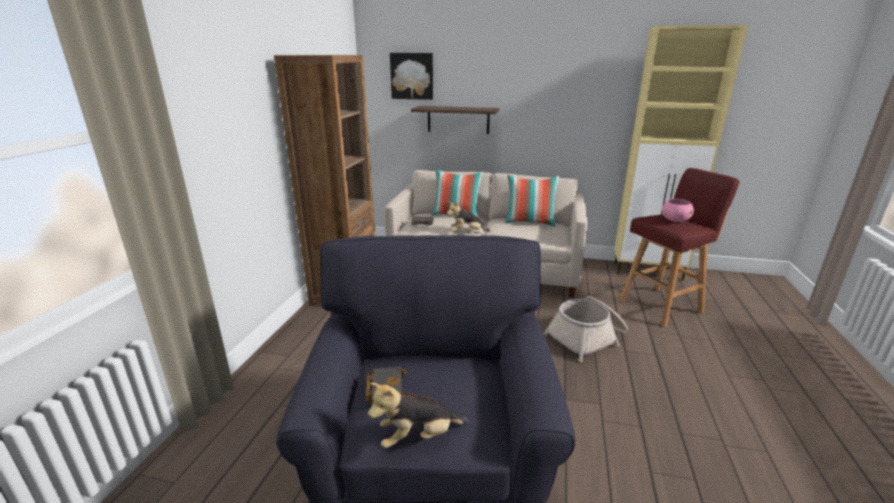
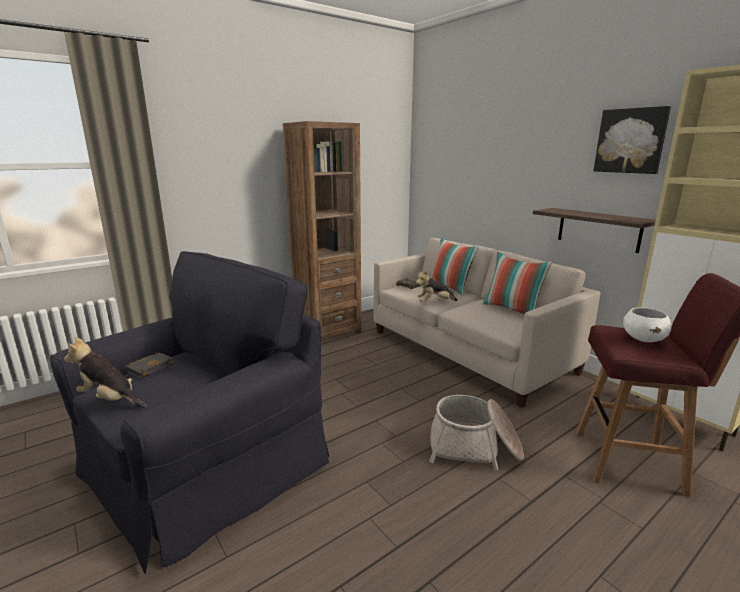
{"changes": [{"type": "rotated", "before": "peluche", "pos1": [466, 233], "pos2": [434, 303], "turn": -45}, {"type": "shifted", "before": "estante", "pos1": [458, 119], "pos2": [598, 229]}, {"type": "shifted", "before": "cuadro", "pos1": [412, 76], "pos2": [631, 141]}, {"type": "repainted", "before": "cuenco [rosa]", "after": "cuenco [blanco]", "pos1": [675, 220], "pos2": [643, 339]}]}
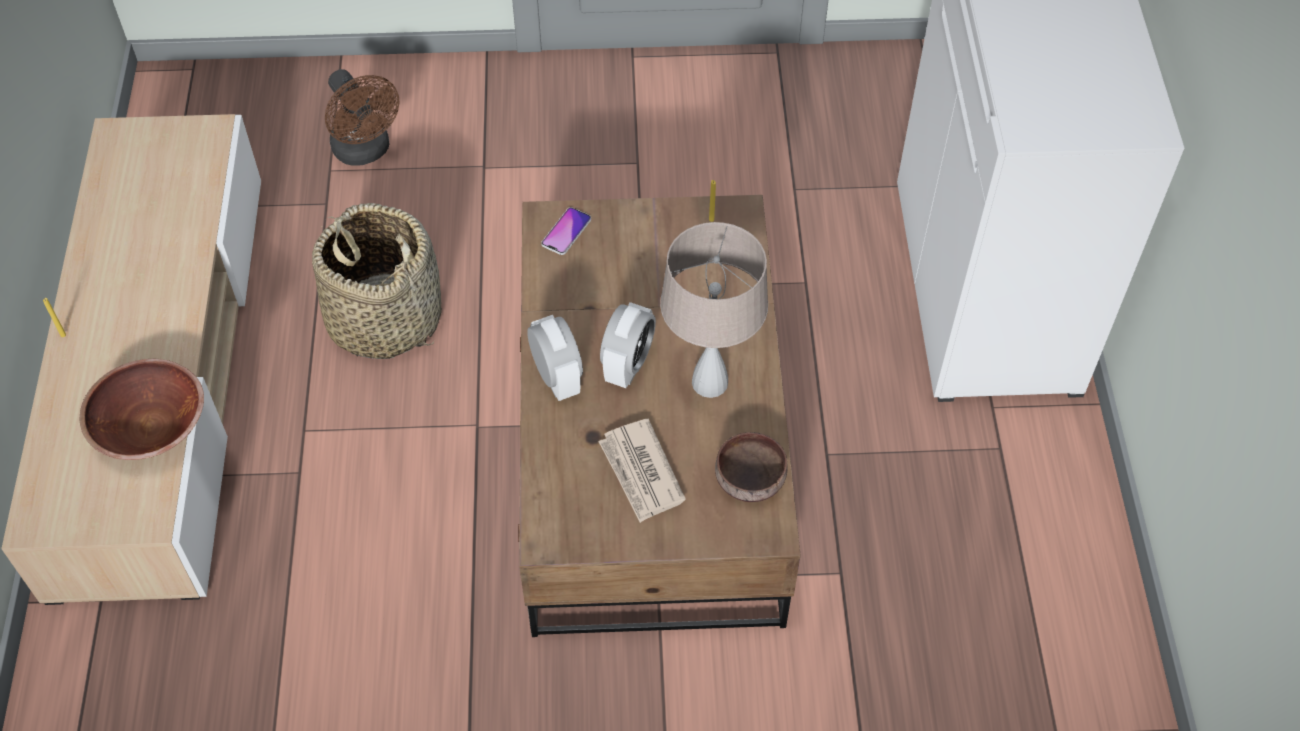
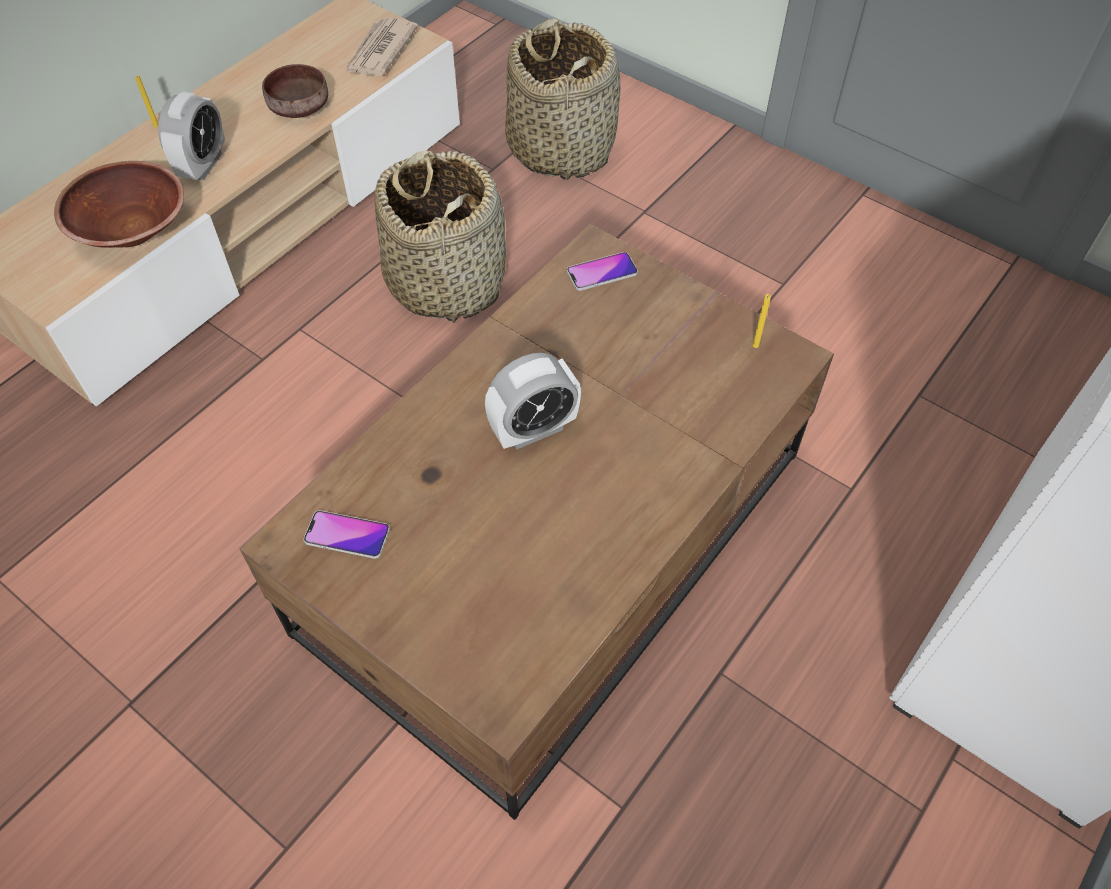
{"changes": [{"type": "shifted", "before": "despertador", "pos1": [557, 378], "pos2": [203, 165]}, {"type": "shifted", "before": "cuenco [marrón]", "pos1": [749, 477], "pos2": [300, 106]}, {"type": "new", "after": "móvil", "pos2": [347, 535]}, {"type": "shifted", "before": "periódico", "pos1": [641, 473], "pos2": [380, 51]}, {"type": "swapped", "before": "ventilador [marrón]", "after": "cesta", "pos1": [365, 151], "pos2": [561, 148]}, {"type": "gone", "before": "lámpara de mesa [beis]", "pos1": [709, 383]}]}
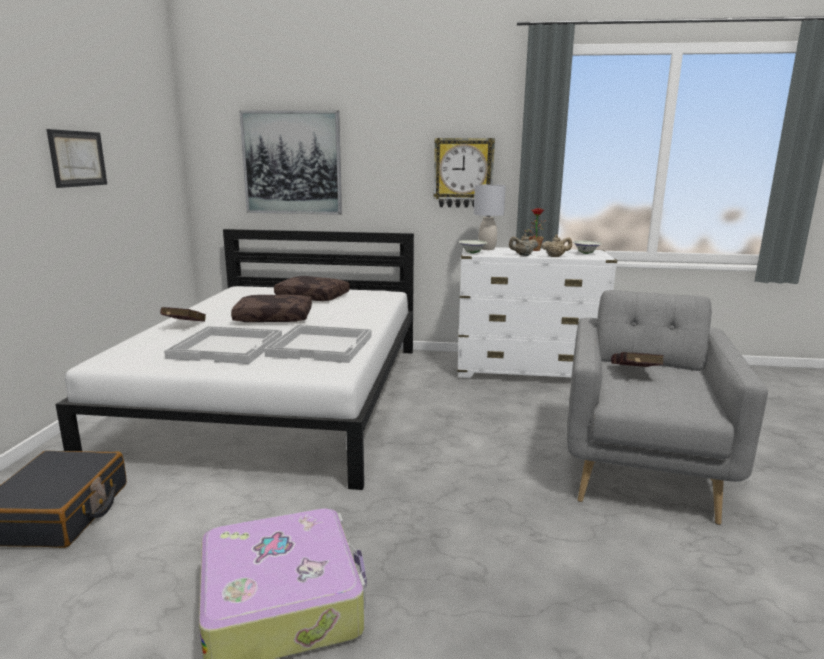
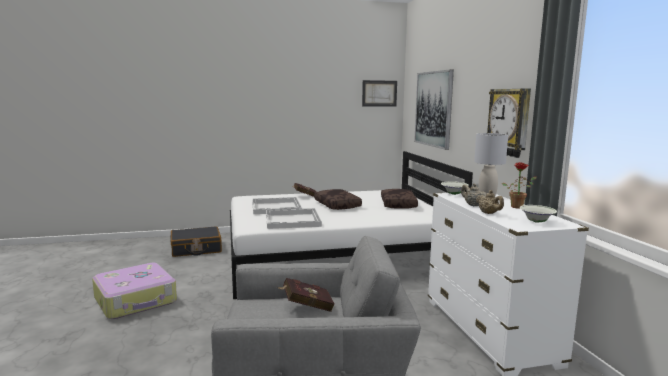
{"changes": [{"type": "shifted", "before": "cuadro", "pos1": [77, 158], "pos2": [379, 93]}]}
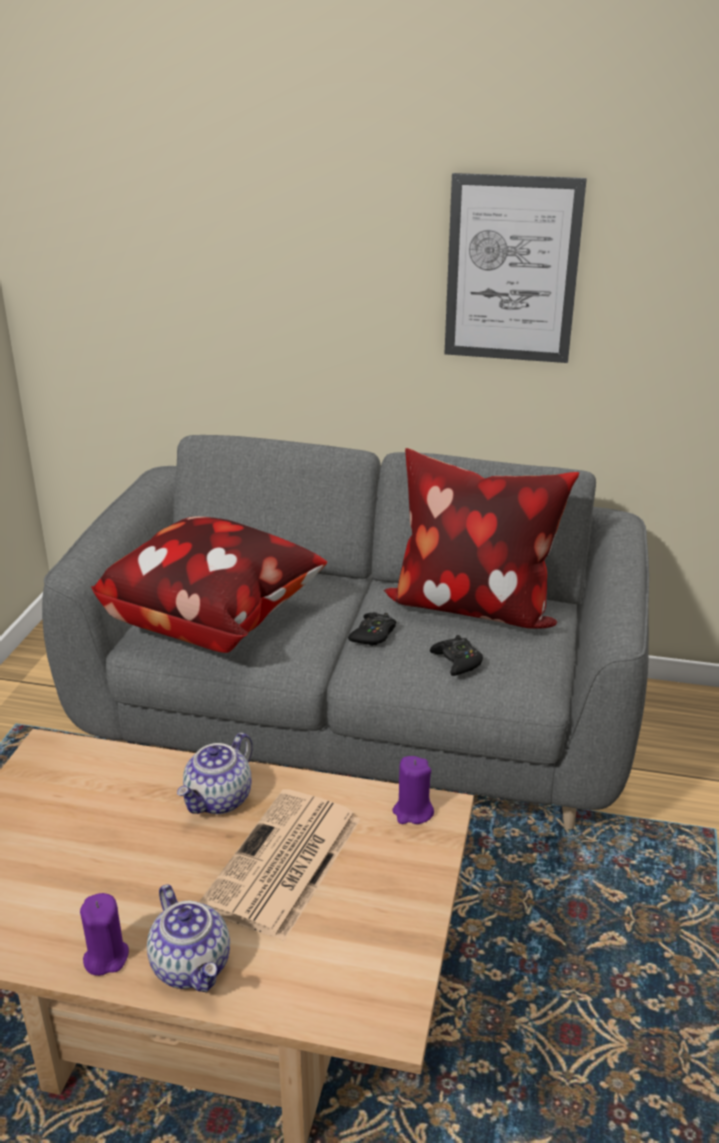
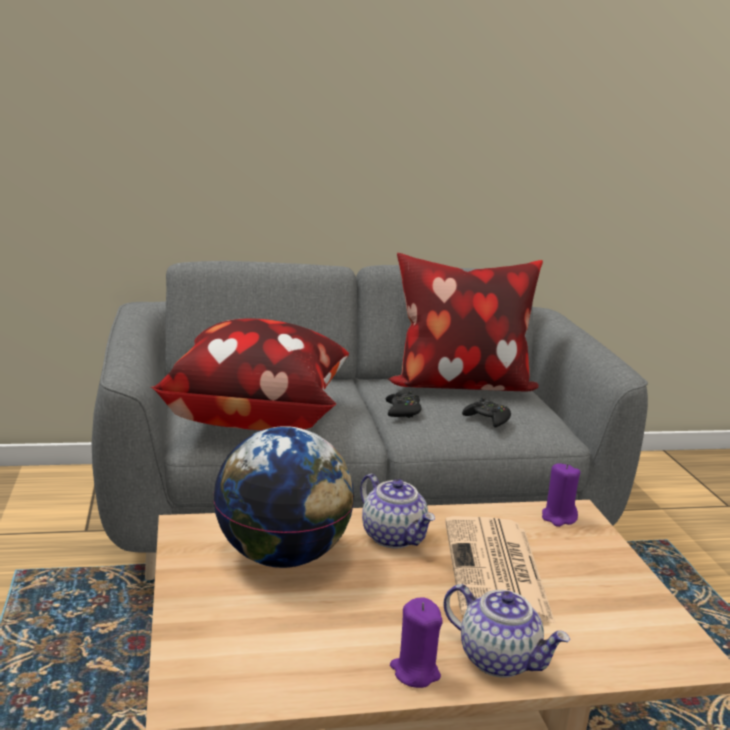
{"changes": [{"type": "new", "after": "globo terráqueo", "pos2": [282, 556]}, {"type": "rotated", "before": "tetera", "pos1": [219, 800], "pos2": [394, 537], "turn": -45}, {"type": "gone", "before": "cuadro", "pos1": [512, 270]}]}
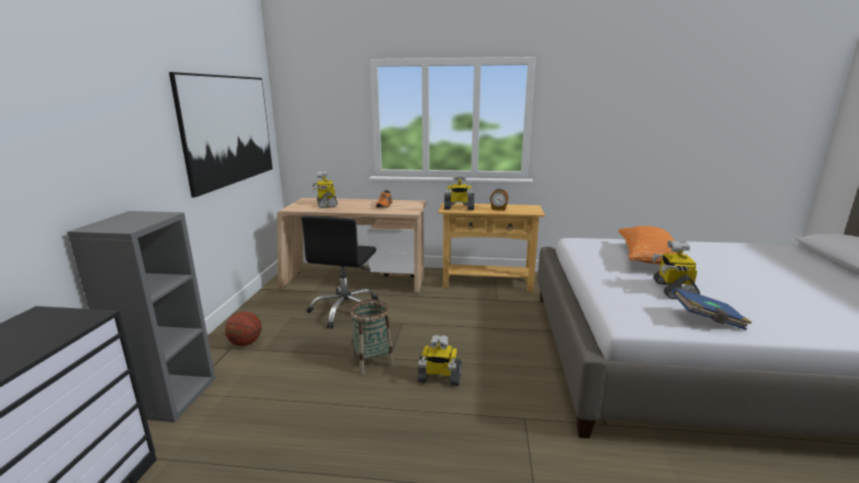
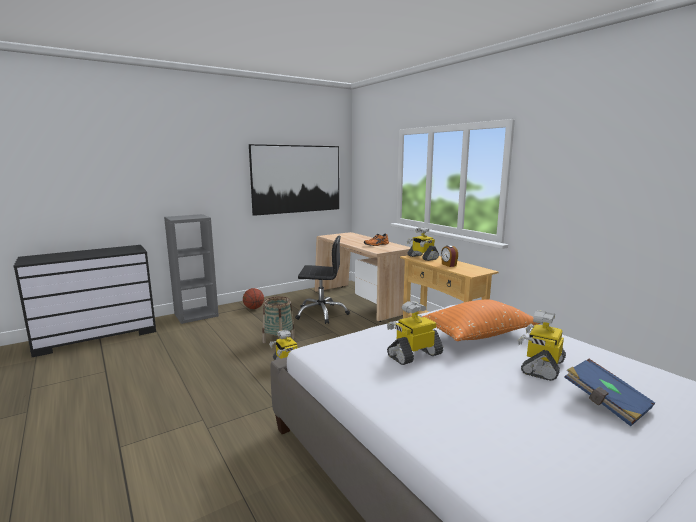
{"changes": [{"type": "rotated", "before": "silla de oficina [negro]", "pos1": [346, 310], "pos2": [321, 313], "turn": -150}, {"type": "shifted", "before": "robot de juguete", "pos1": [326, 204], "pos2": [541, 367]}, {"type": "shifted", "before": "libro [azul]", "pos1": [707, 320], "pos2": [605, 403]}]}
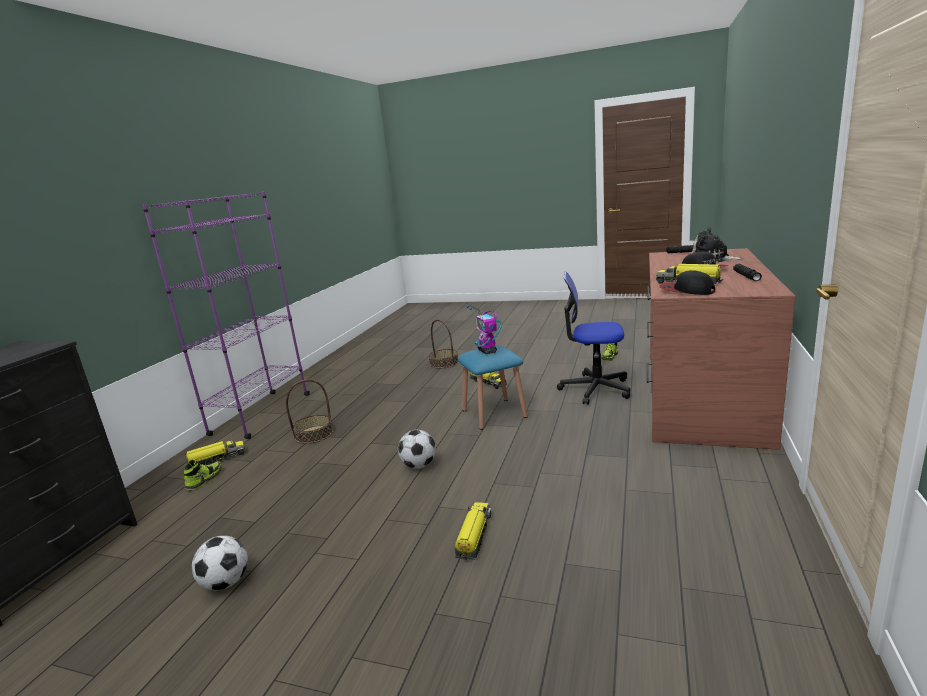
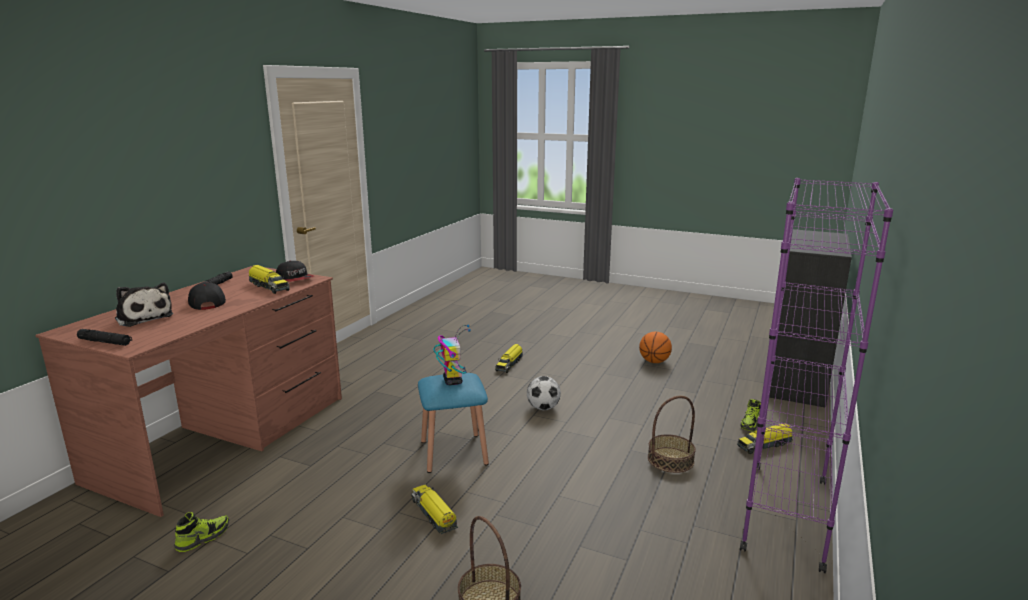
{"changes": [{"type": "swapped", "before": "balón de fútbol", "after": "balón de baloncesto", "pos1": [226, 583], "pos2": [654, 361]}, {"type": "gone", "before": "silla de oficina", "pos1": [595, 389]}]}
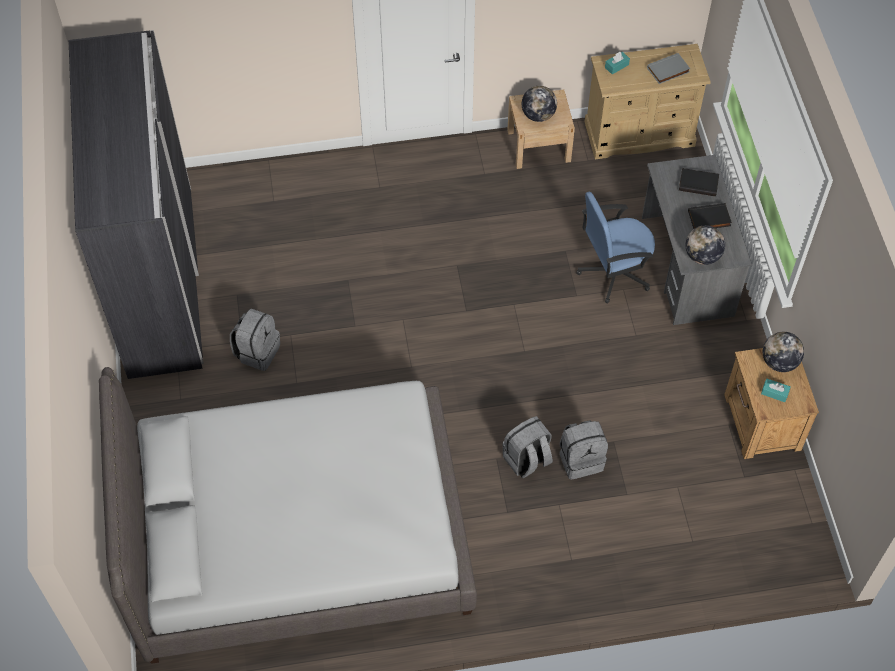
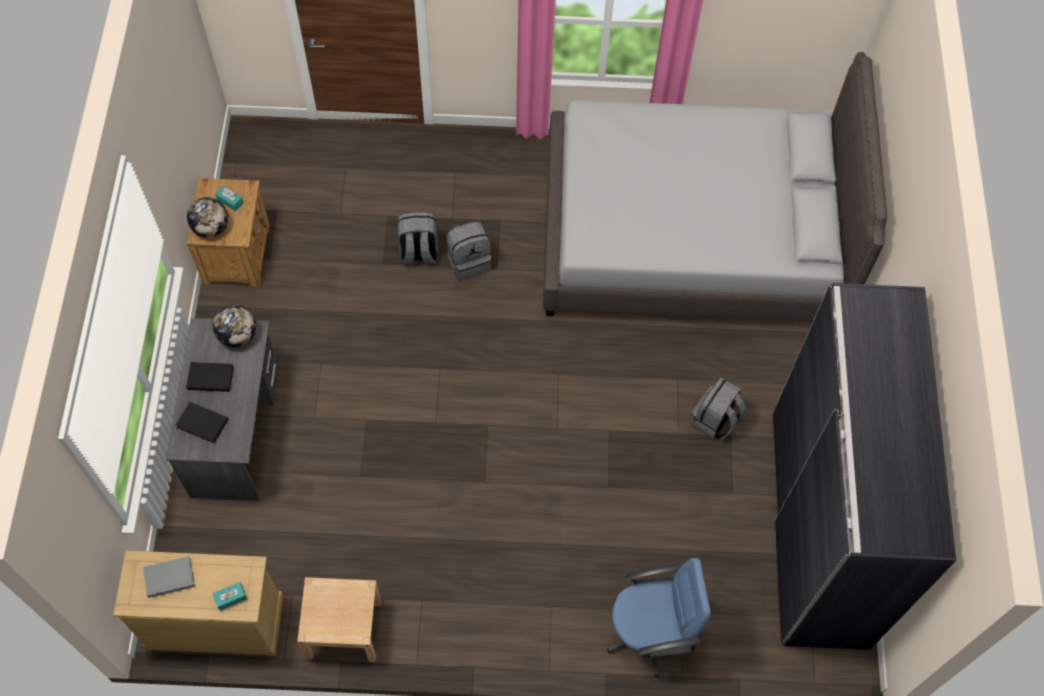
{"changes": [{"type": "shifted", "before": "silla de oficina [azul]", "pos1": [613, 273], "pos2": [649, 633]}, {"type": "gone", "before": "globo terráqueo", "pos1": [538, 115]}]}
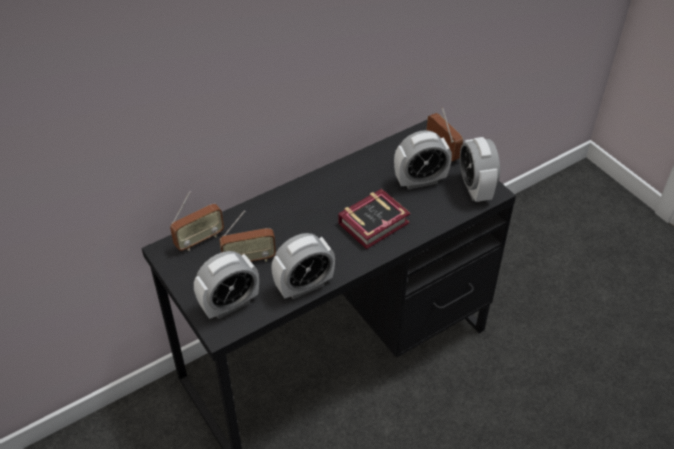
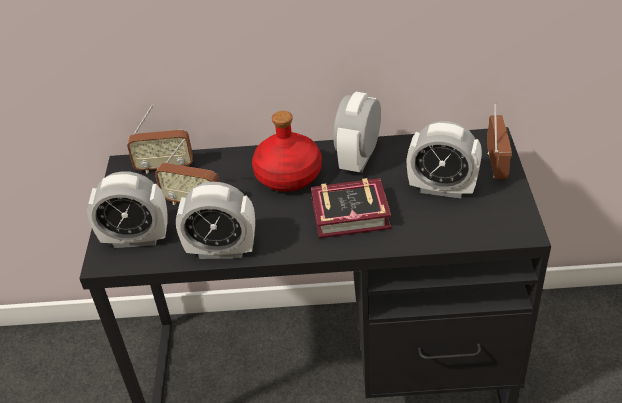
{"changes": [{"type": "new", "after": "botella [rojo]", "pos2": [289, 176]}, {"type": "shifted", "before": "despertador", "pos1": [475, 189], "pos2": [358, 159]}]}
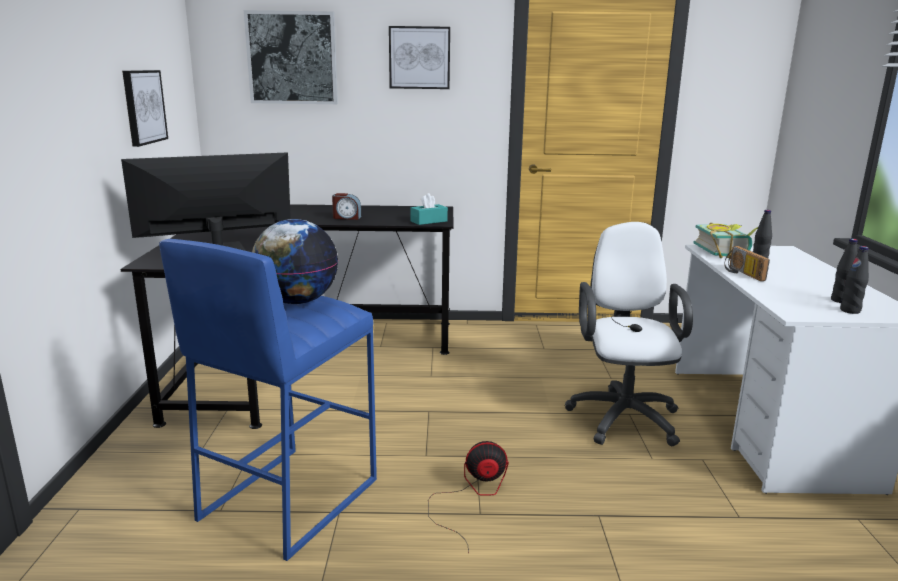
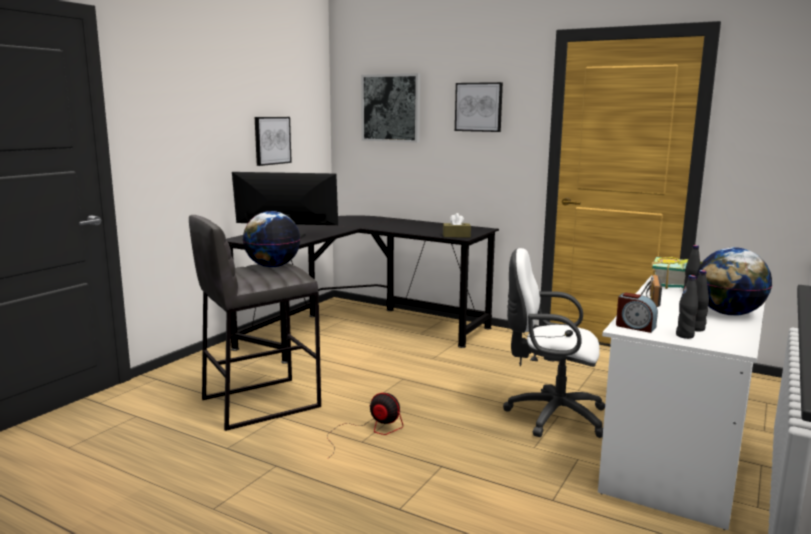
{"changes": [{"type": "repainted", "before": "taburete [azul]", "after": "taburete [gris]", "pos1": [287, 499], "pos2": [259, 402]}, {"type": "repainted", "before": "caja de pañuelos [turquesa]", "after": "caja de pañuelos [marrón]", "pos1": [429, 221], "pos2": [456, 236]}, {"type": "rotated", "before": "silla de oficina [blanco]", "pos1": [623, 415], "pos2": [550, 415], "turn": -105}, {"type": "shifted", "before": "despertador", "pos1": [346, 217], "pos2": [635, 327]}, {"type": "new", "after": "globo terráqueo", "pos2": [728, 314]}]}
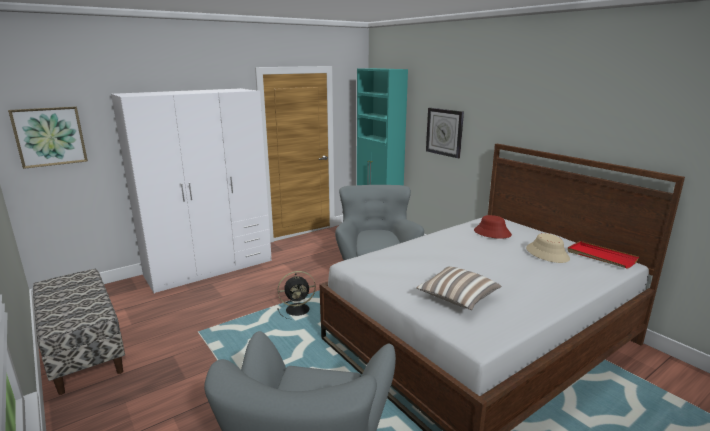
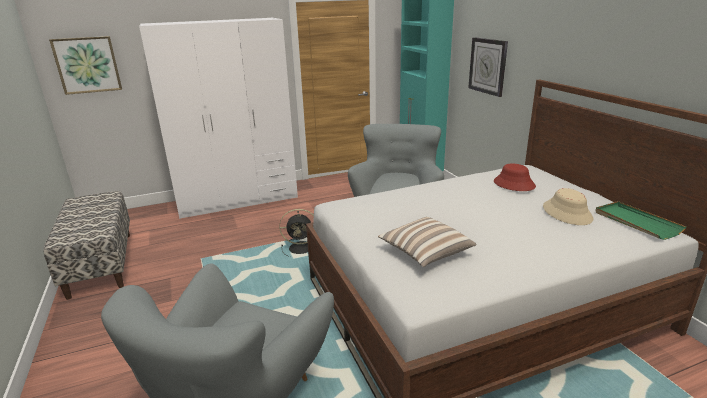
{"changes": [{"type": "repainted", "before": "bandeja [rojo]", "after": "bandeja [verde]", "pos1": [600, 256], "pos2": [636, 222]}]}
